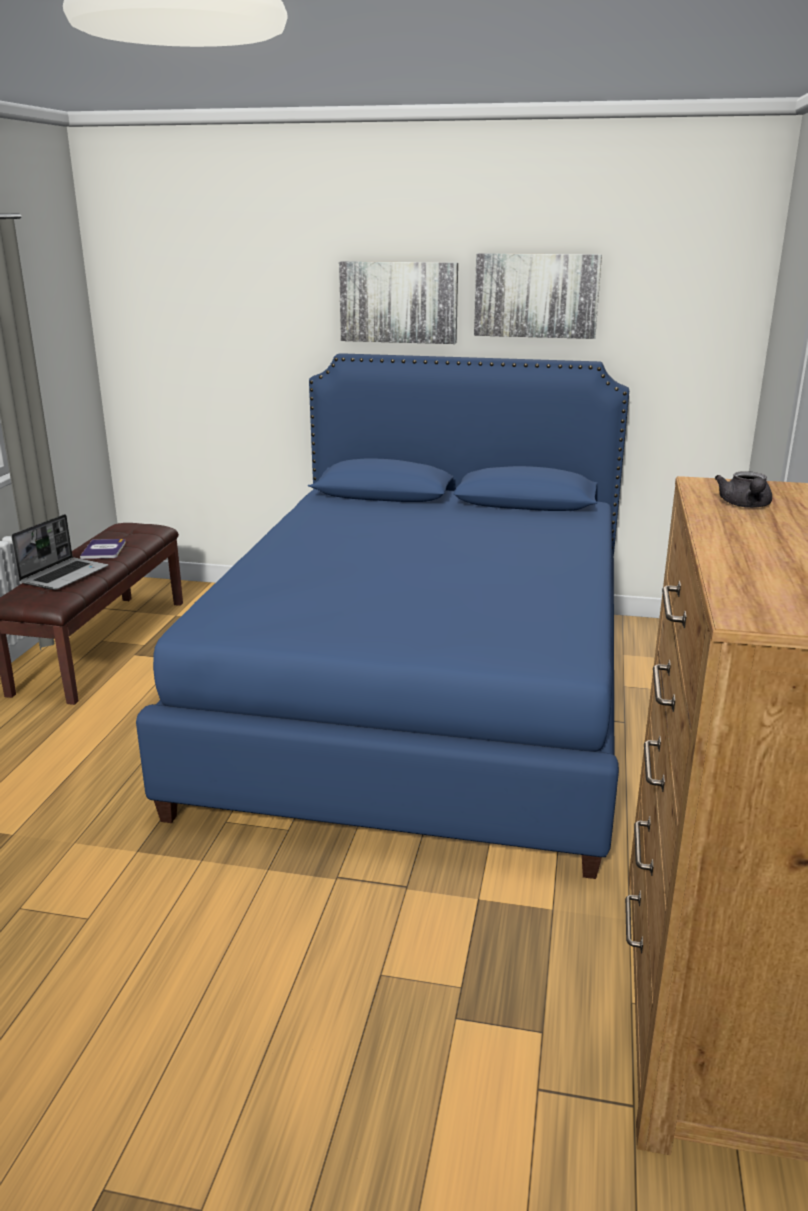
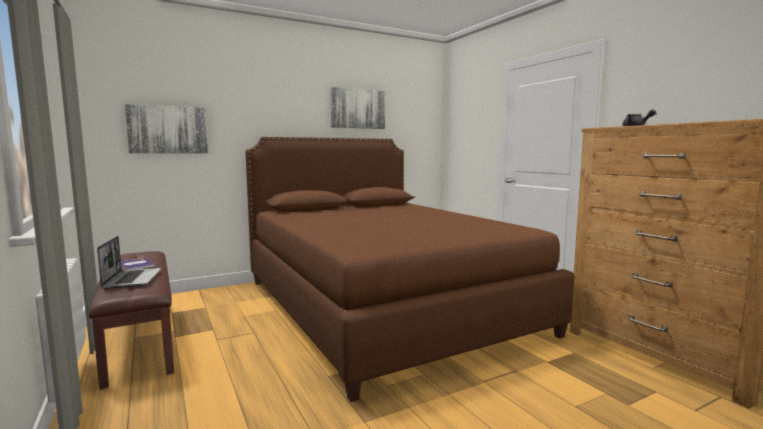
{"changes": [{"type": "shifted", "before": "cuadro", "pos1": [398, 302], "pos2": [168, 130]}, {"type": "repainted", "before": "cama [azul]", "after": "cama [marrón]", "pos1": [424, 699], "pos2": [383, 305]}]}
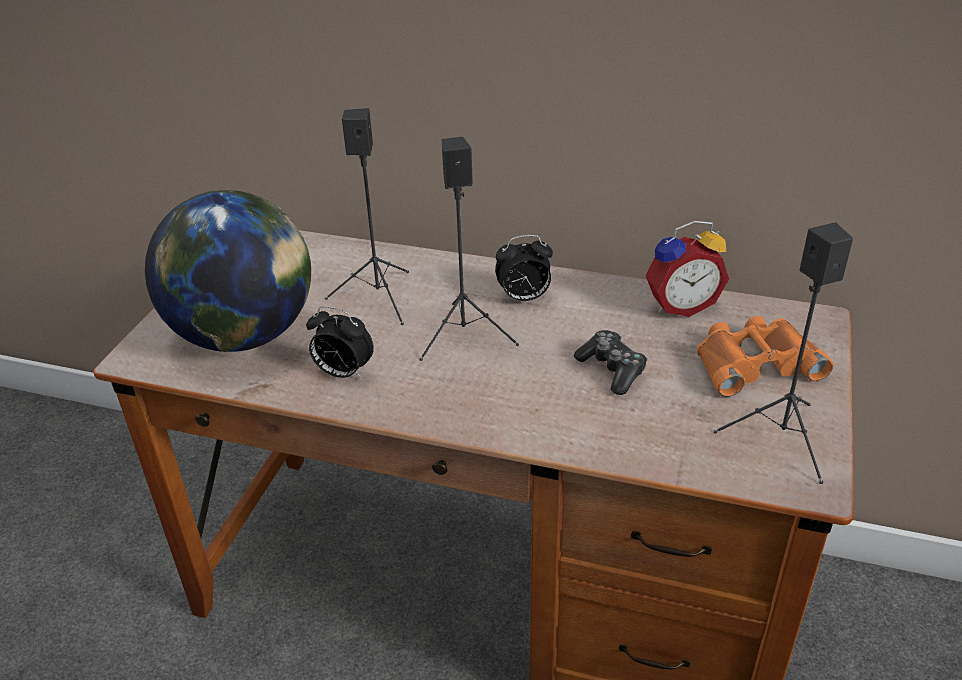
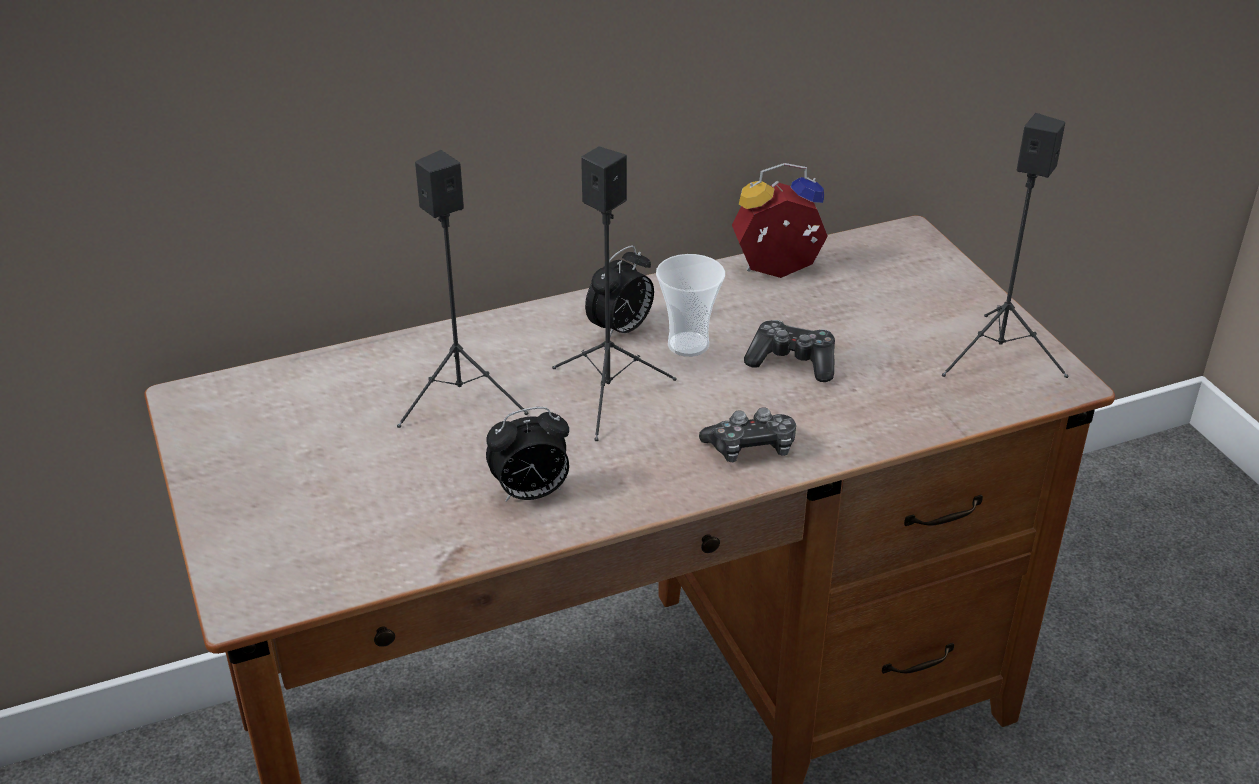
{"changes": [{"type": "new", "after": "taza", "pos2": [688, 345]}, {"type": "new", "after": "mando de consola", "pos2": [751, 448]}, {"type": "rotated", "before": "despertador", "pos1": [680, 305], "pos2": [778, 272], "turn": -135}, {"type": "gone", "before": "globo terráqueo", "pos1": [244, 336]}, {"type": "gone", "before": "prismáticos [naranja]", "pos1": [754, 363]}]}
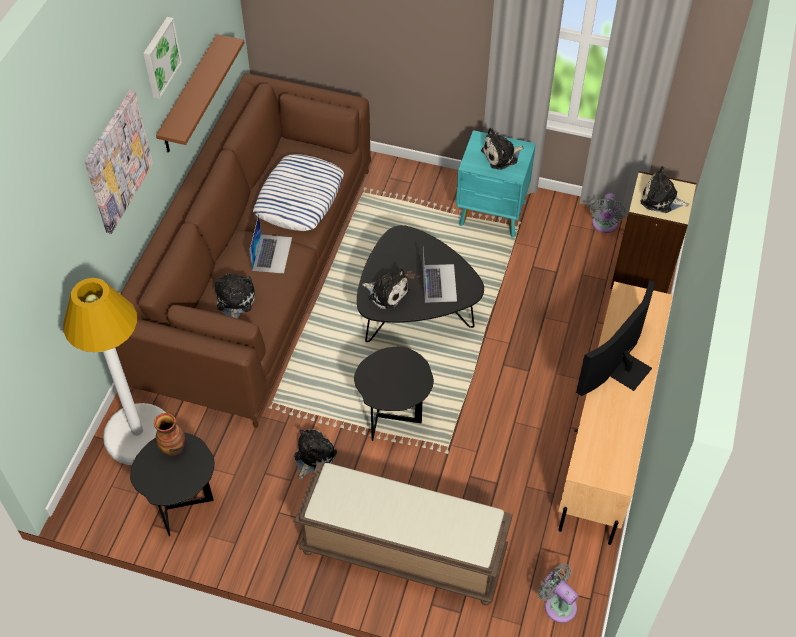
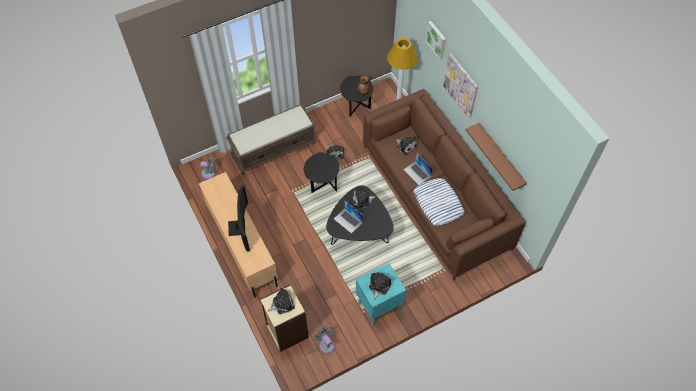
{"changes": [{"type": "shifted", "before": "cuadro", "pos1": [160, 57], "pos2": [436, 39]}]}
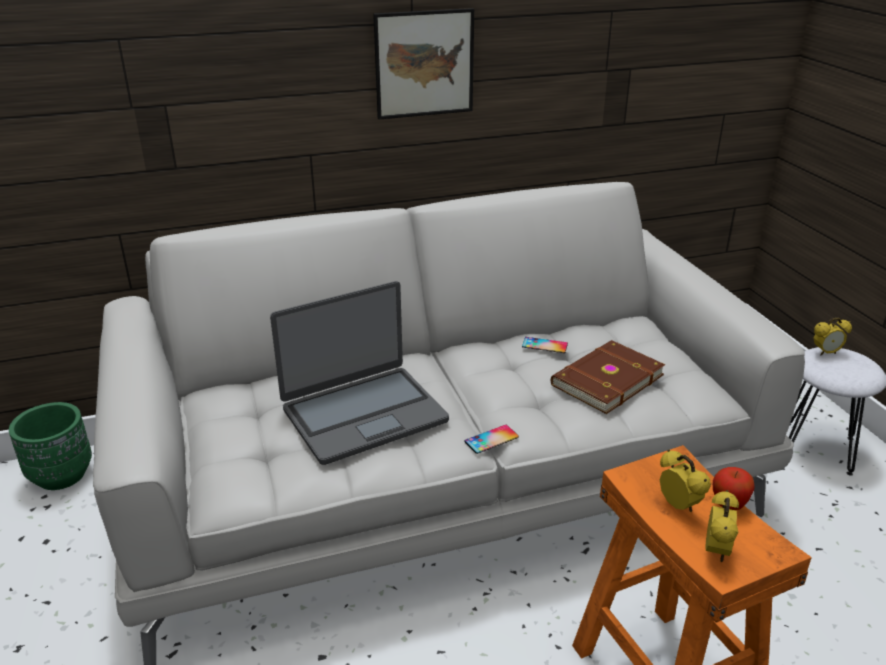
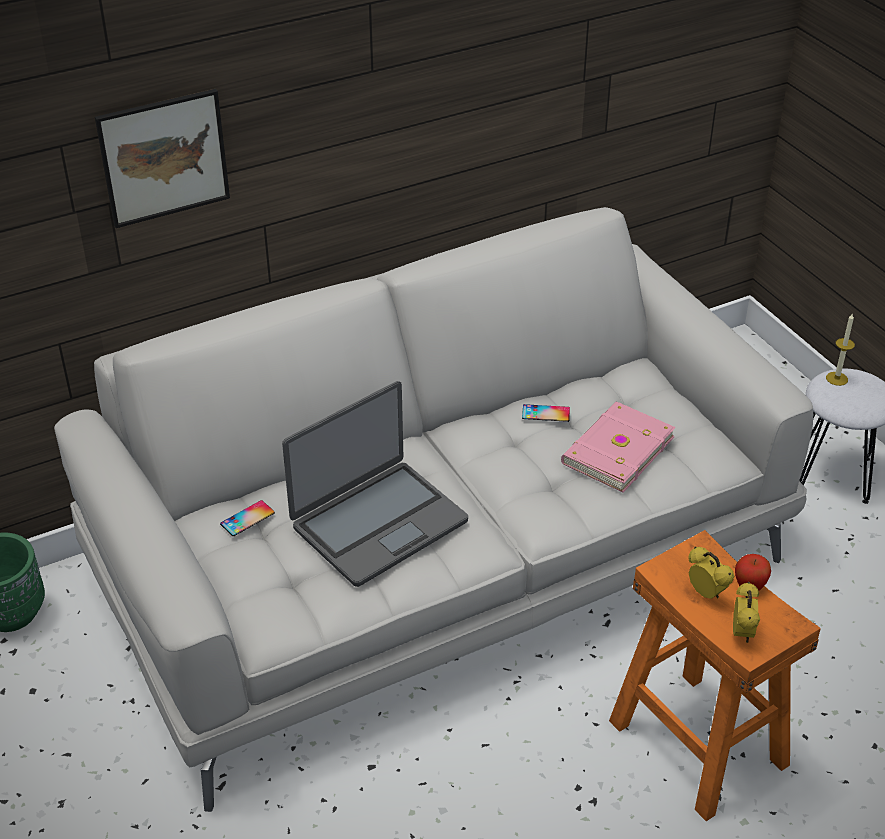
{"changes": [{"type": "shifted", "before": "cuadro", "pos1": [424, 64], "pos2": [164, 157]}, {"type": "shifted", "before": "móvil", "pos1": [491, 439], "pos2": [247, 518]}, {"type": "repainted", "before": "libro [marrón]", "after": "libro [rosa]", "pos1": [605, 379], "pos2": [616, 450]}, {"type": "swapped", "before": "despertador", "after": "vela", "pos1": [826, 353], "pos2": [837, 378]}]}
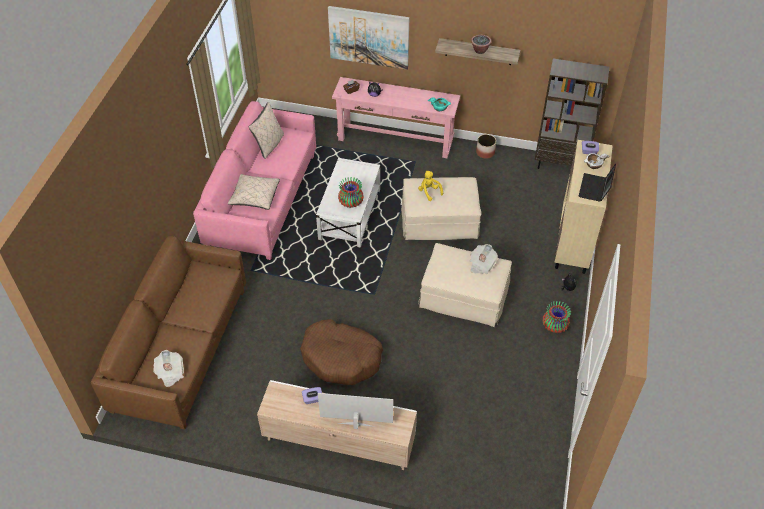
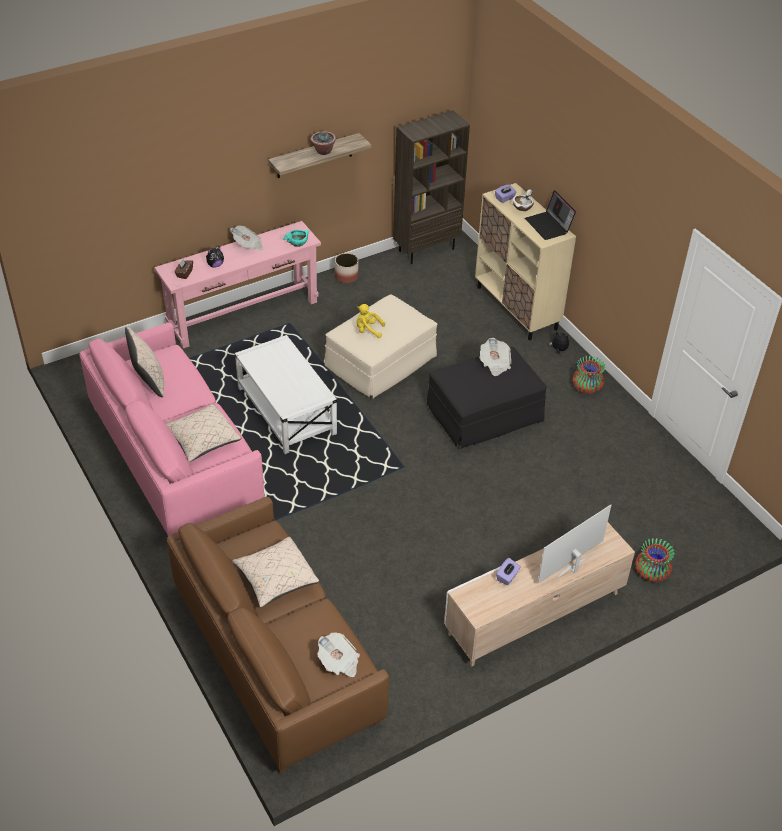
{"changes": [{"type": "new", "after": "periódico", "pos2": [248, 245]}, {"type": "new", "after": "cojín [beis]", "pos2": [276, 579]}, {"type": "repainted", "before": "puf [beis]", "after": "puf [negro]", "pos1": [464, 296], "pos2": [484, 413]}, {"type": "shifted", "before": "florero", "pos1": [350, 202], "pos2": [651, 573]}, {"type": "gone", "before": "cama para perro [marrón]", "pos1": [341, 358]}, {"type": "gone", "before": "cuadro", "pos1": [369, 37]}]}
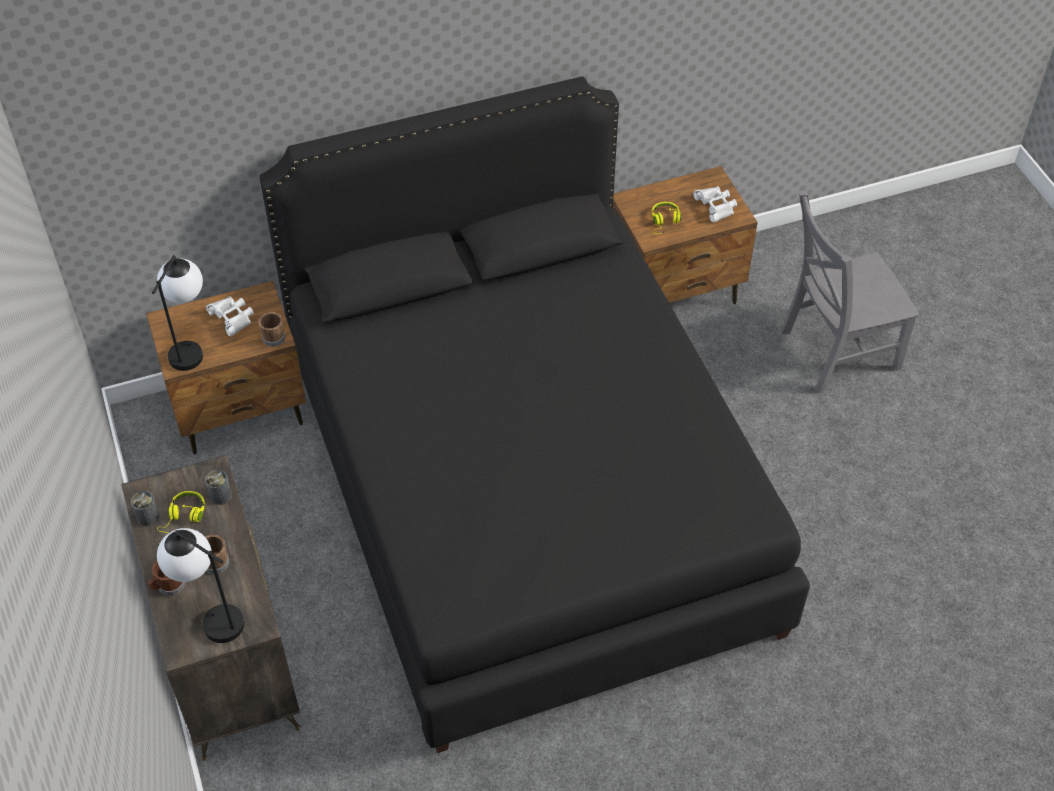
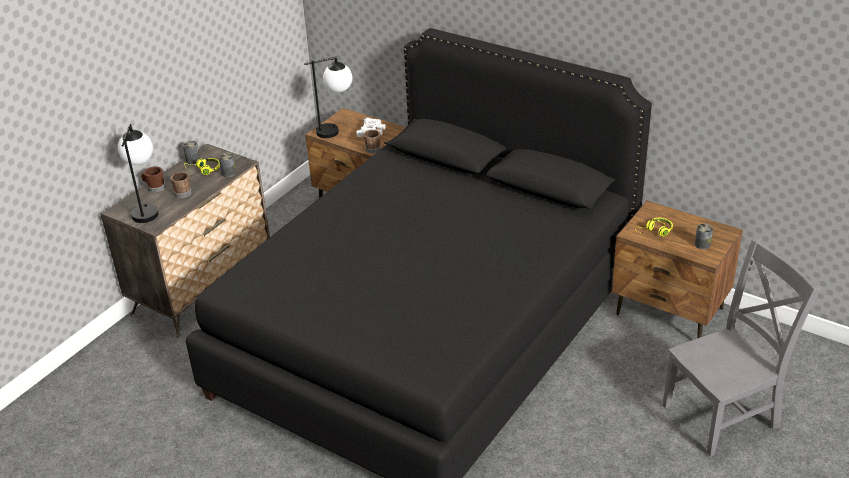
{"changes": [{"type": "rotated", "before": "silla [gris]", "pos1": [835, 351], "pos2": [724, 414], "turn": 120}, {"type": "swapped", "before": "prismáticos [blanco]", "after": "lata", "pos1": [716, 206], "pos2": [702, 244]}]}
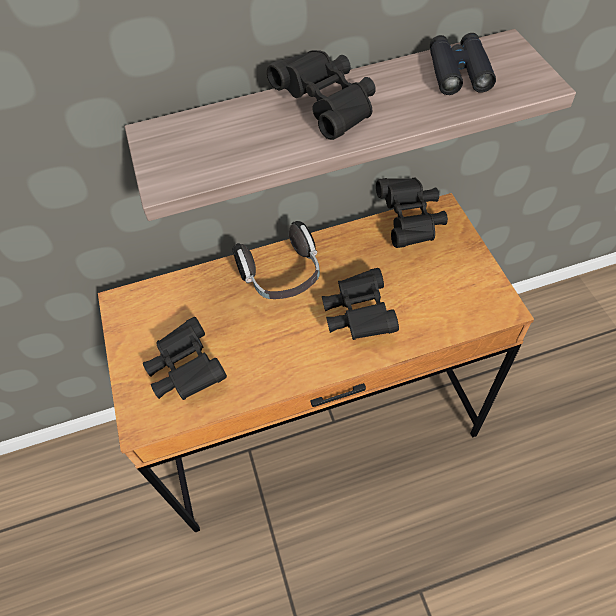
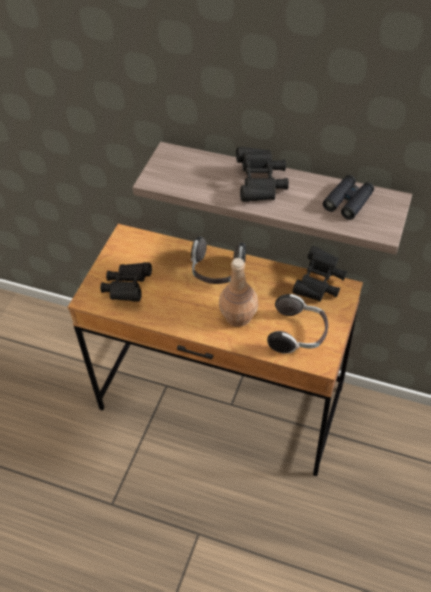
{"changes": [{"type": "swapped", "before": "prismáticos [negro]", "after": "botella [marrón]", "pos1": [358, 314], "pos2": [238, 315]}, {"type": "new", "after": "auriculares", "pos2": [298, 334]}]}
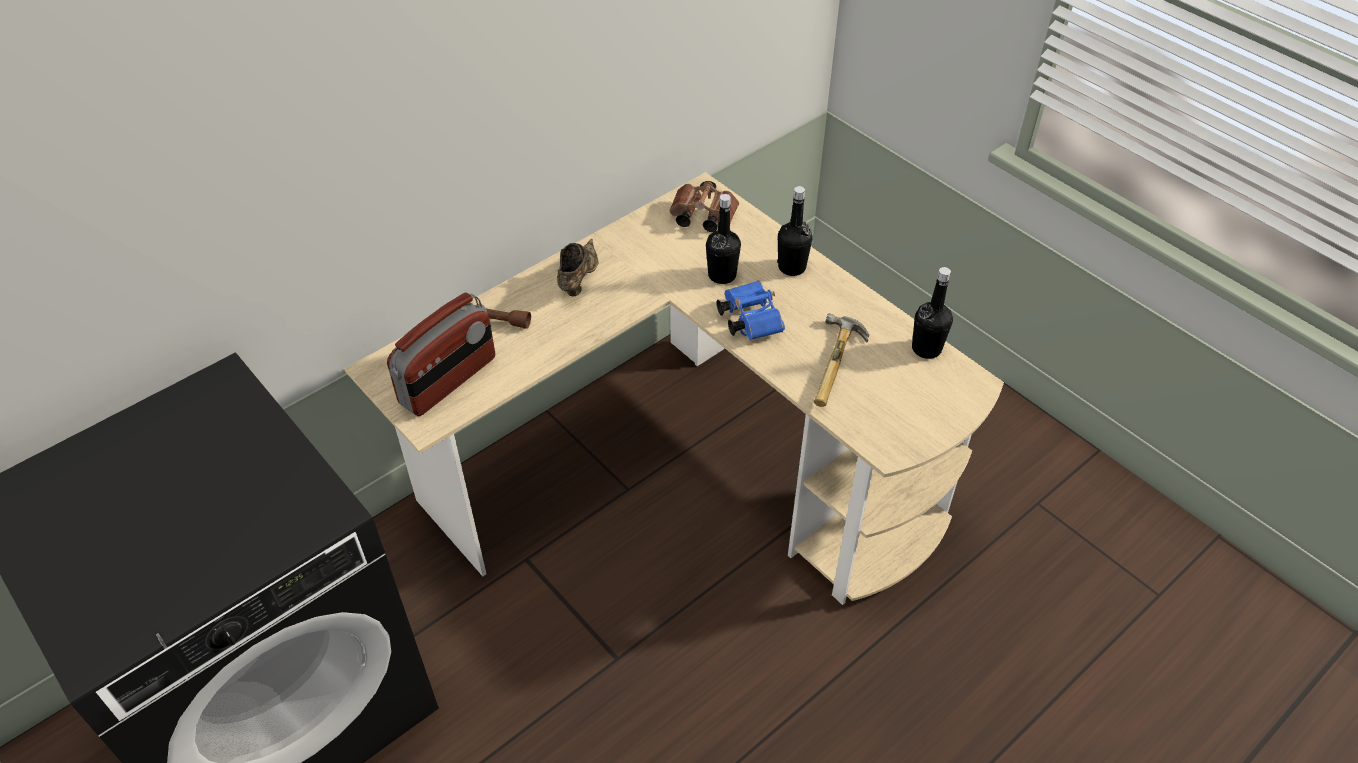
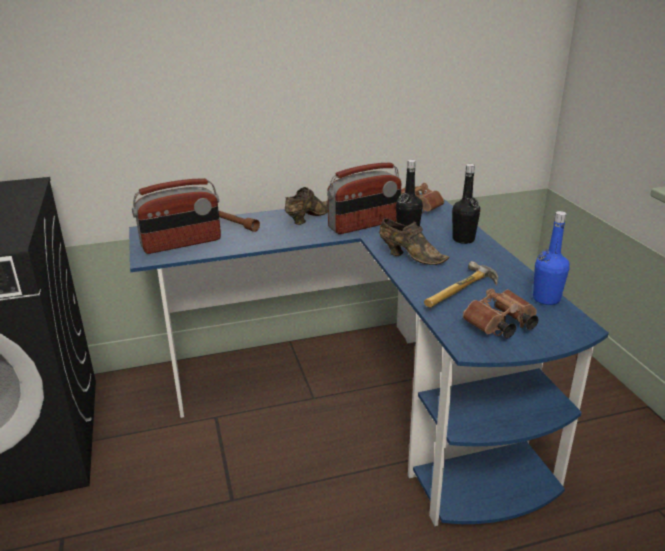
{"changes": [{"type": "repainted", "before": "escritorio [beis]", "after": "escritorio [azul]", "pos1": [691, 464], "pos2": [367, 396]}, {"type": "new", "after": "radio", "pos2": [364, 225]}, {"type": "swapped", "before": "prismáticos [azul]", "after": "zapato [marrón]", "pos1": [748, 319], "pos2": [410, 256]}, {"type": "new", "after": "prismáticos [marrón]", "pos2": [499, 326]}, {"type": "repainted", "before": "botella [negro]", "after": "botella [azul]", "pos1": [926, 349], "pos2": [546, 299]}]}
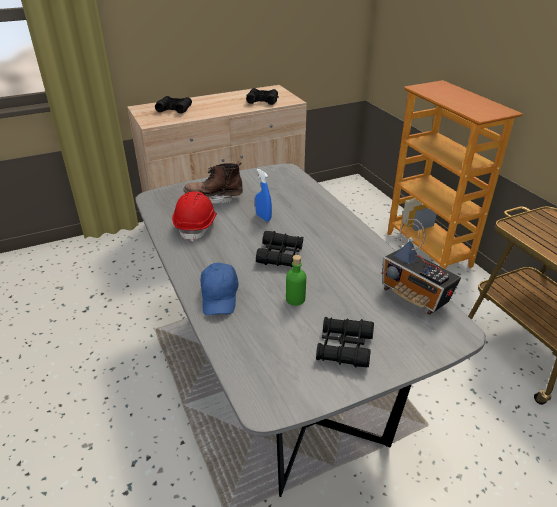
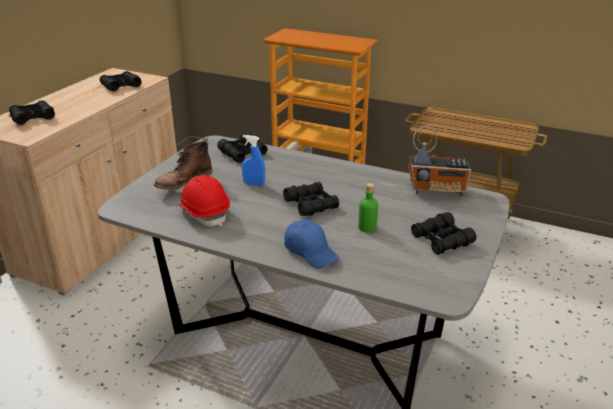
{"changes": [{"type": "new", "after": "prismáticos [negro]", "pos2": [243, 153]}]}
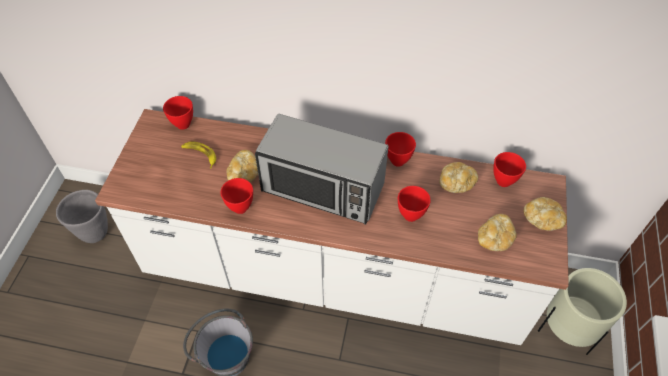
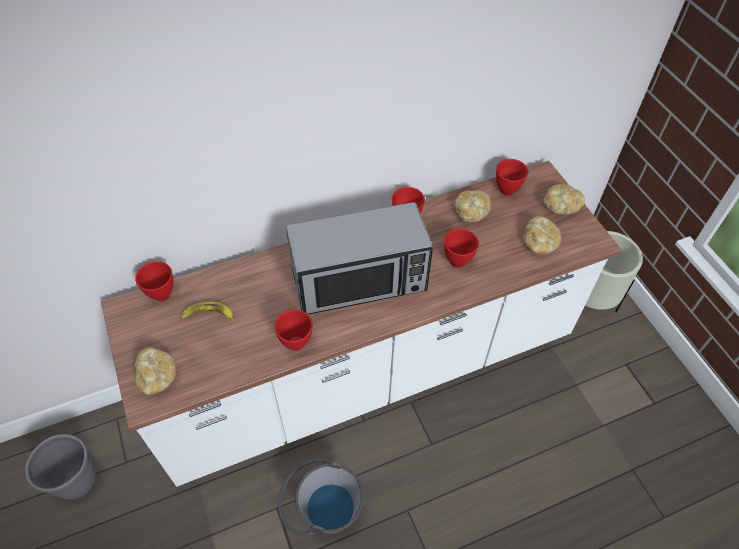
{"changes": [{"type": "shifted", "before": "pan", "pos1": [244, 174], "pos2": [157, 376]}]}
